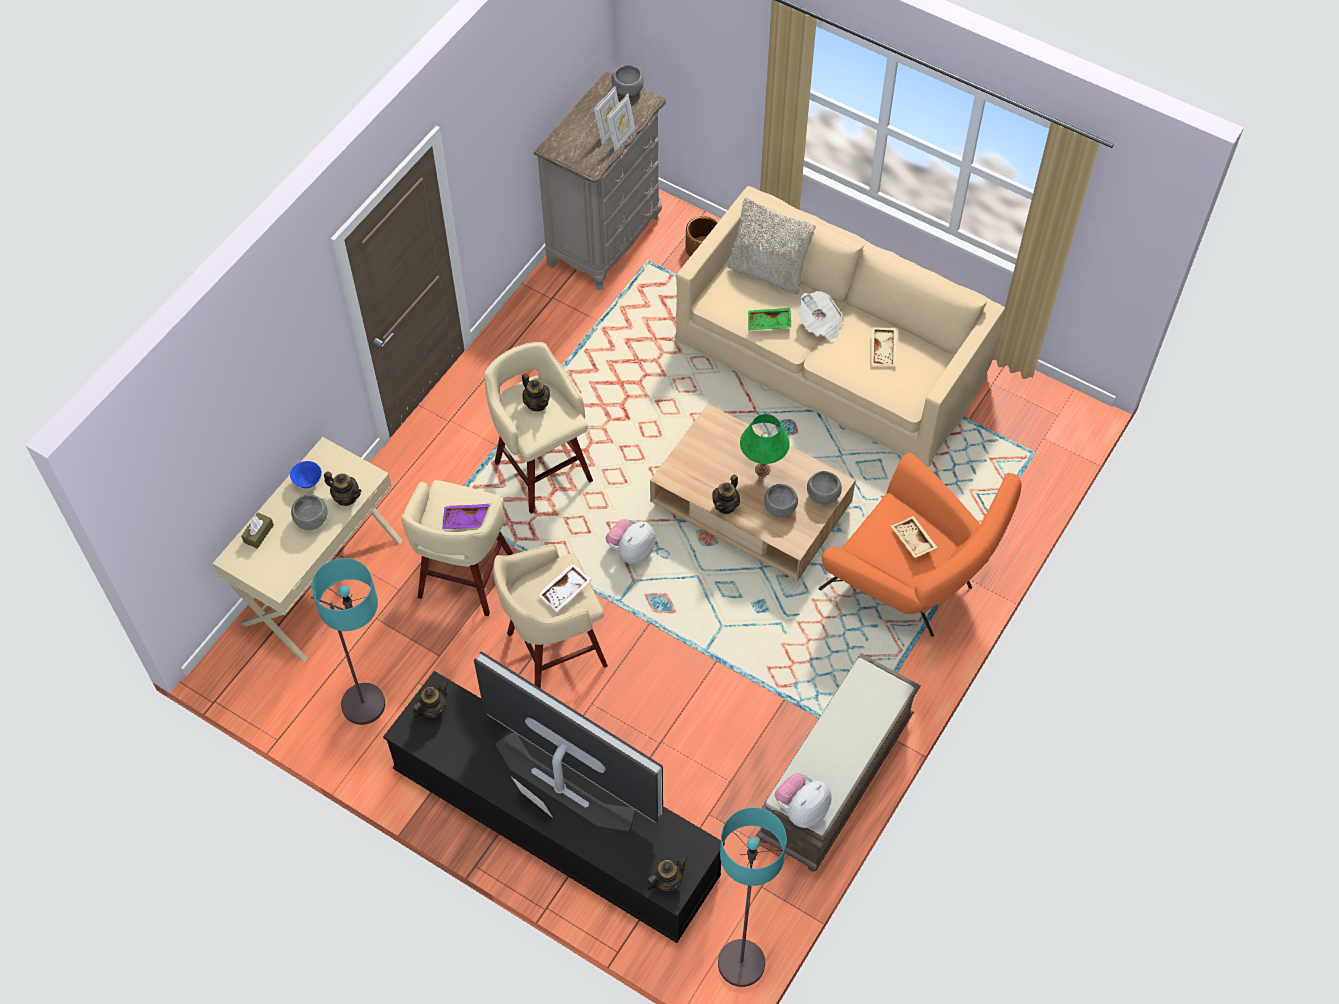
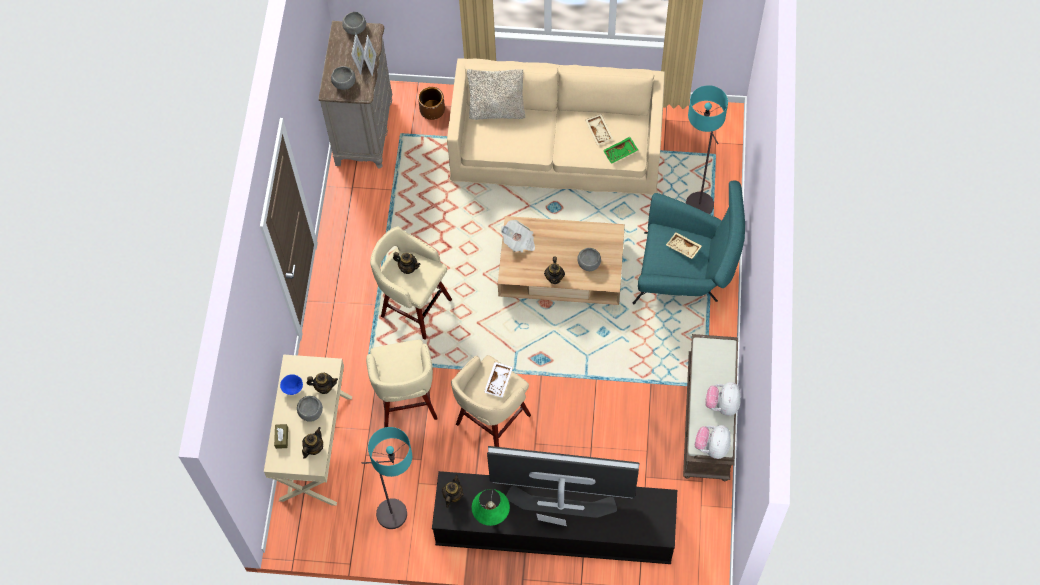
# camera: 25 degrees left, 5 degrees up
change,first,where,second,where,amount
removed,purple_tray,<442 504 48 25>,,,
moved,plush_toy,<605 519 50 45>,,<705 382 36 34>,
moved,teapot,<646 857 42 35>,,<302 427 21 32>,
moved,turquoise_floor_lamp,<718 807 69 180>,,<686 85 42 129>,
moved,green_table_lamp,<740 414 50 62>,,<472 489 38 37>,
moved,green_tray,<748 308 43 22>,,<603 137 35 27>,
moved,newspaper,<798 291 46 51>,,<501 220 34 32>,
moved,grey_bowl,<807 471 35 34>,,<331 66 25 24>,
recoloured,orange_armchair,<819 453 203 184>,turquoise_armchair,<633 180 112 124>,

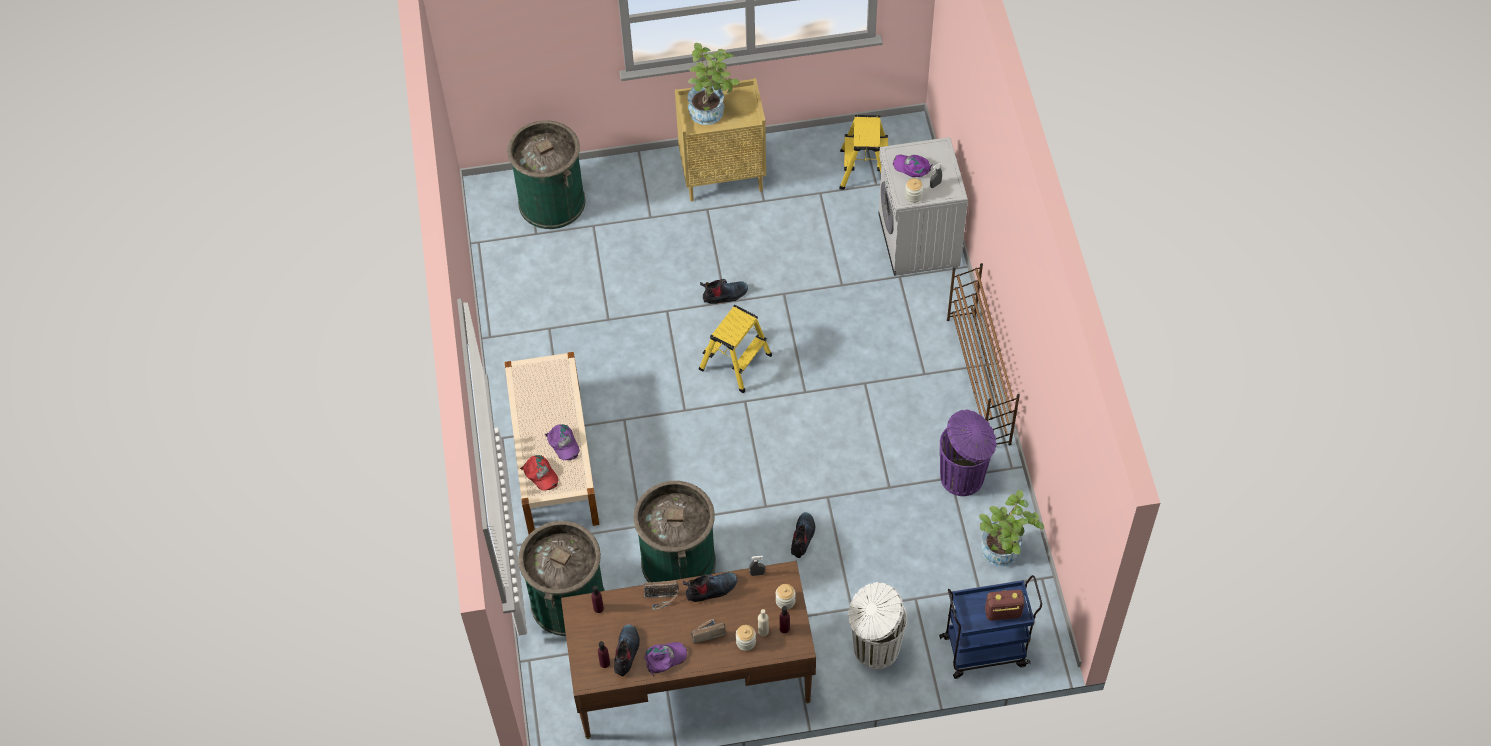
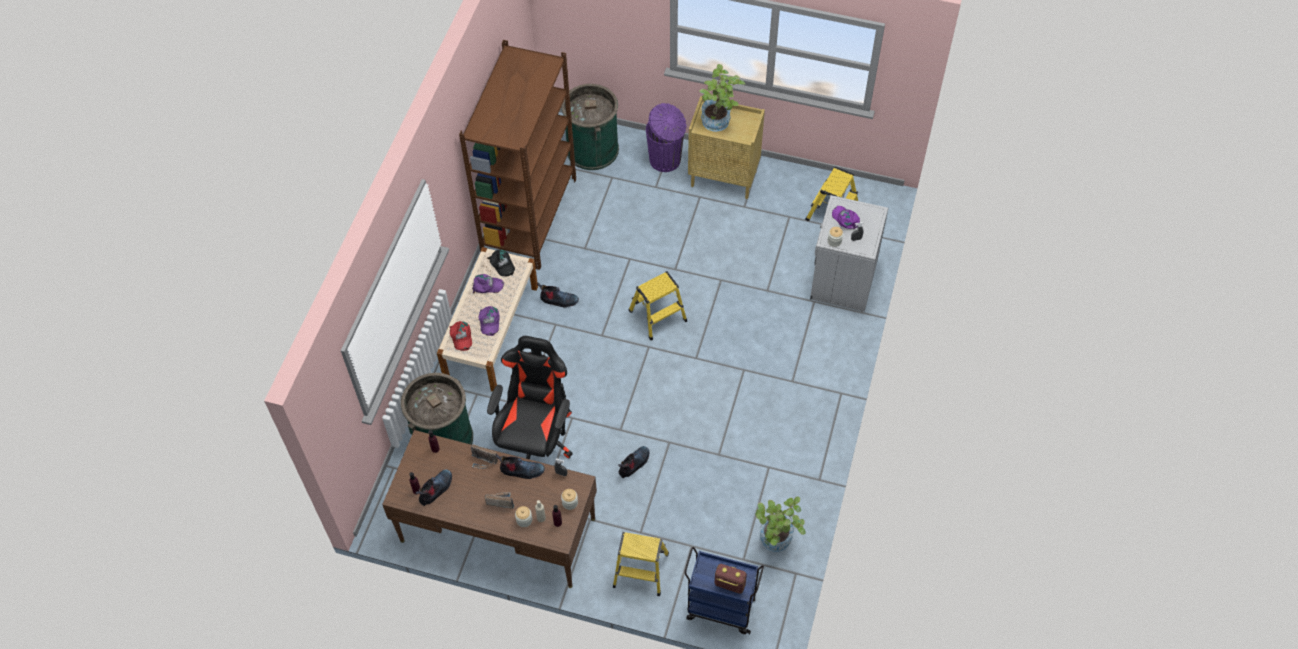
# camera: 25 degrees right, 0 degrees up
change,first,where,second,where,amount
replaced,green_trash_can,<633 481 83 101>,black_office_chair,<487 336 86 124>,
moved,purple_cap,<644 642 43 34>,,<472 274 32 19>,
moved,boot,<700 279 48 25>,,<537 283 42 24>,
replaced,white_trash_can,<848 582 59 87>,yellow_step_ladder,<613 532 56 64>,
moved,purple_trash_can,<940 409 57 87>,,<646 103 40 69>,
removed,brown_shoe_rack,<947 263 73 182>,,,
added,,,brown_bookcase,<459 40 117 230>,
added,,,black_cap,<488 250 27 26>,

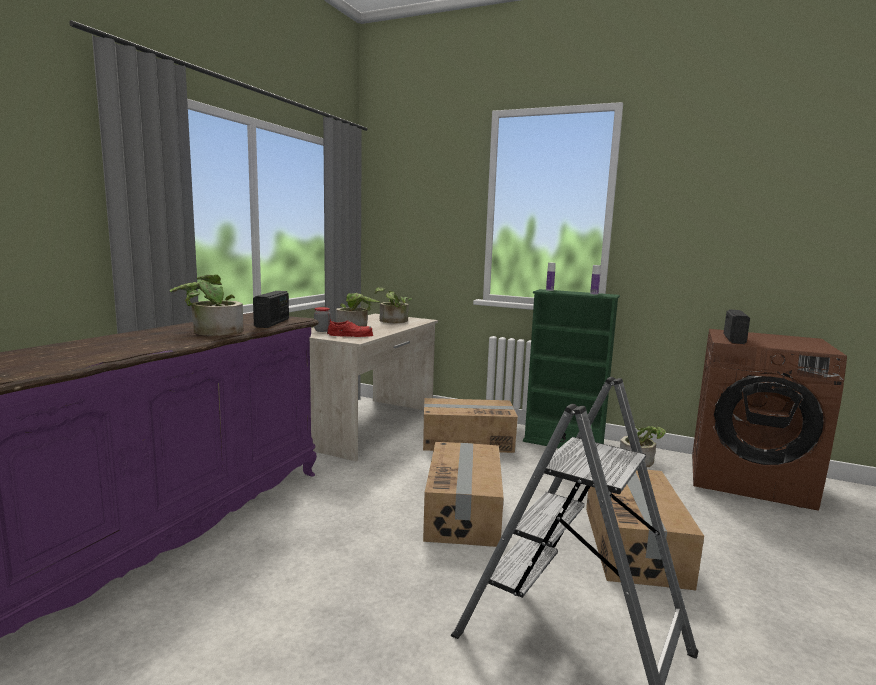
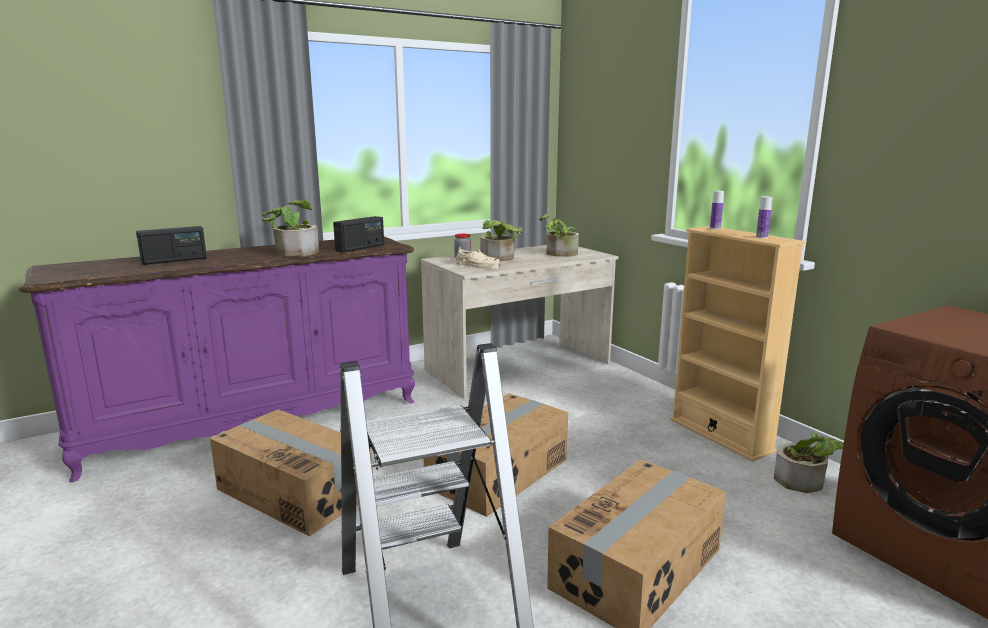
# camera: 35 degrees right, 5 degrees up
change,first,where,second,where,amount
recoloured,red_shoe,<327 319 46 18>,beige_shoe,<456 247 44 22>,
moved,cardboard_box,<423 398 95 55>,,<210 410 163 126>,
recoloured,green_bookcase,<523 289 97 159>,beige_bookcase,<670 226 135 236>,
moved,radio,<723 309 27 35>,,<136 226 71 39>,

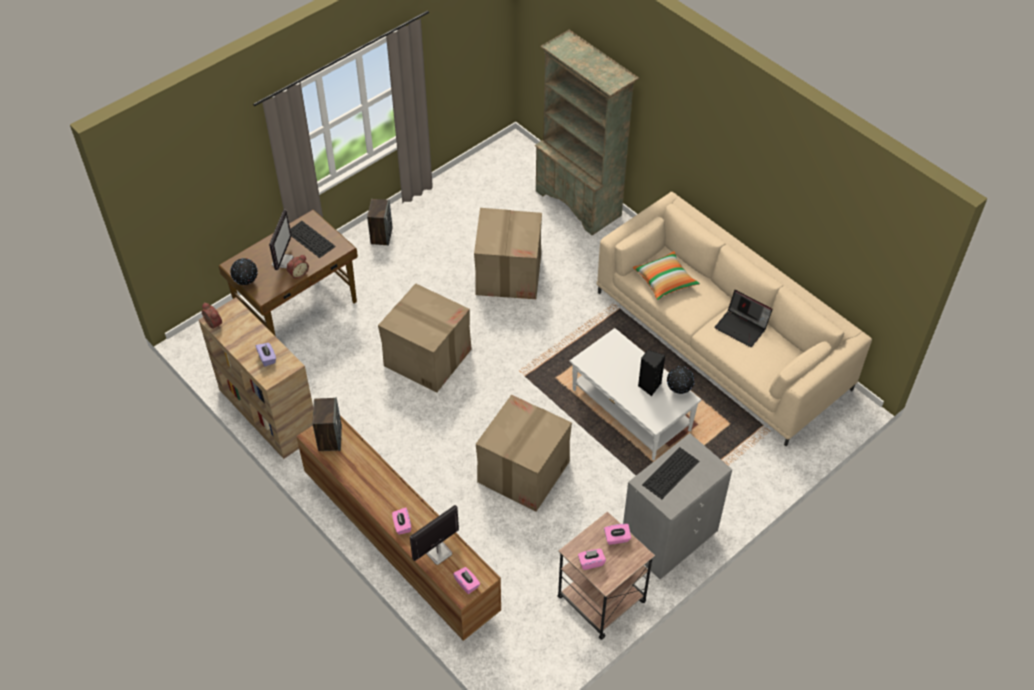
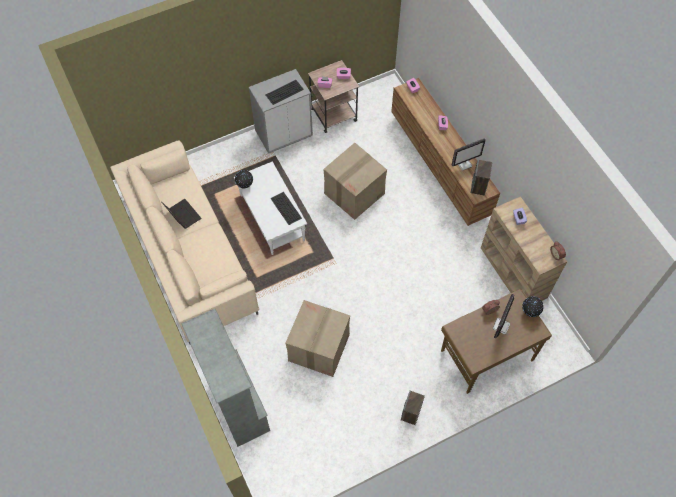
# camera: 165 degrees left, 10 degrees up
change,first,where,second,where,amount
moved,keyboard,<290 221 46 37>,,<270 192 32 33>,
removed,cardboard_box,<378 283 94 110>,,,
moved,monitor,<410 505 49 60>,,<451 138 35 32>,
recoloured,green_bookcase,<534 30 105 205>,grey_bookcase,<181 309 89 138>,
removed,pillow,<633 251 67 49>,,,
removed,black_speaker,<638 350 27 46>,,,

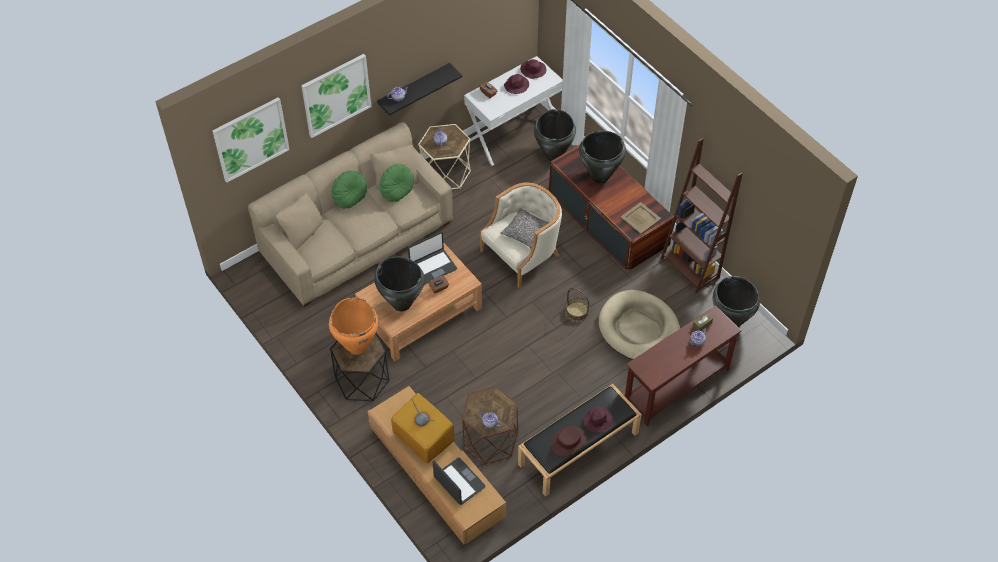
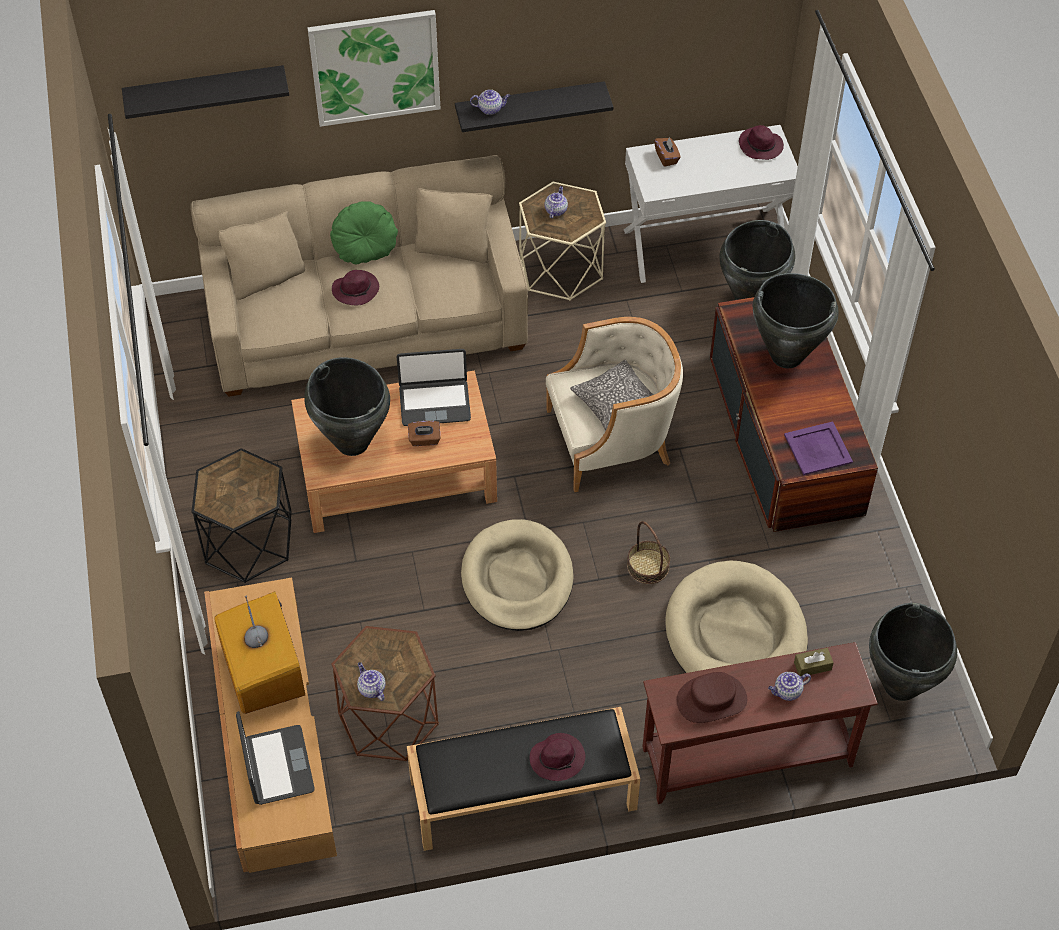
# camera: 25 degrees right, 0 degrees up
change,first,where,second,where,amount
replaced,picture,<212 97 78 86>,black_shelf,<122 65 167 54>,
removed,orange_vase,<329 297 49 58>,,,
removed,green_pillow,<380 164 34 38>,,,
moved,purple_hat,<504 74 25 20>,,<332 270 47 35>,
moved,brown_hat,<551 425 36 32>,,<677 672 70 51>,
recoloured,beige_tray,<620 202 41 32>,purple_tray,<784 421 69 54>,
removed,brown_bookcase,<660 138 83 155>,,,
added,,,beige_dog_bed,<461 519 113 112>,

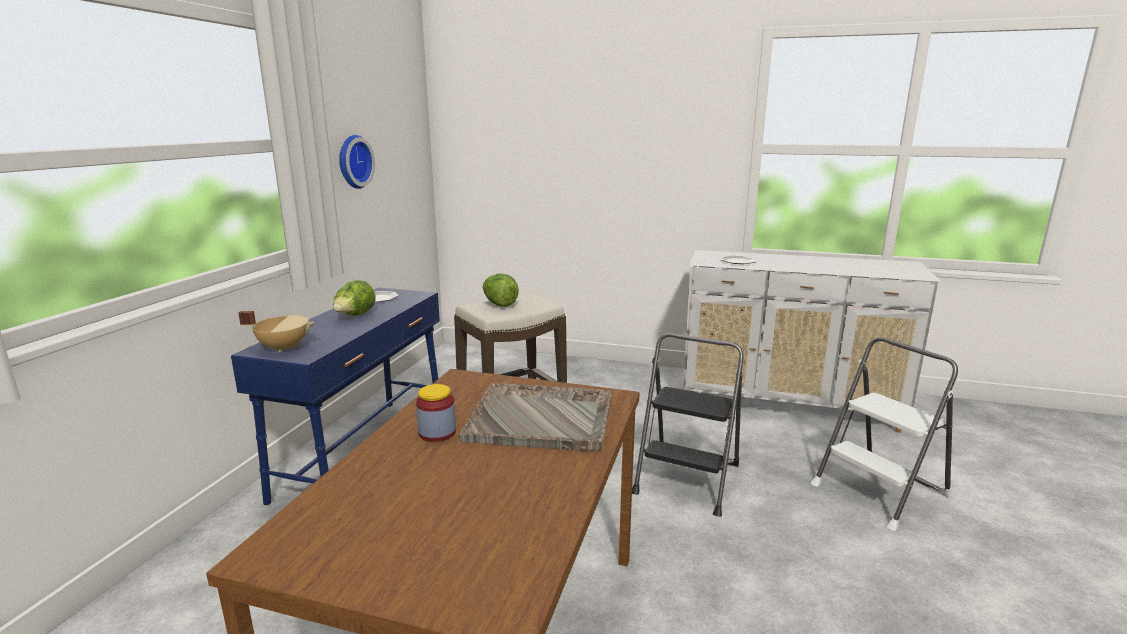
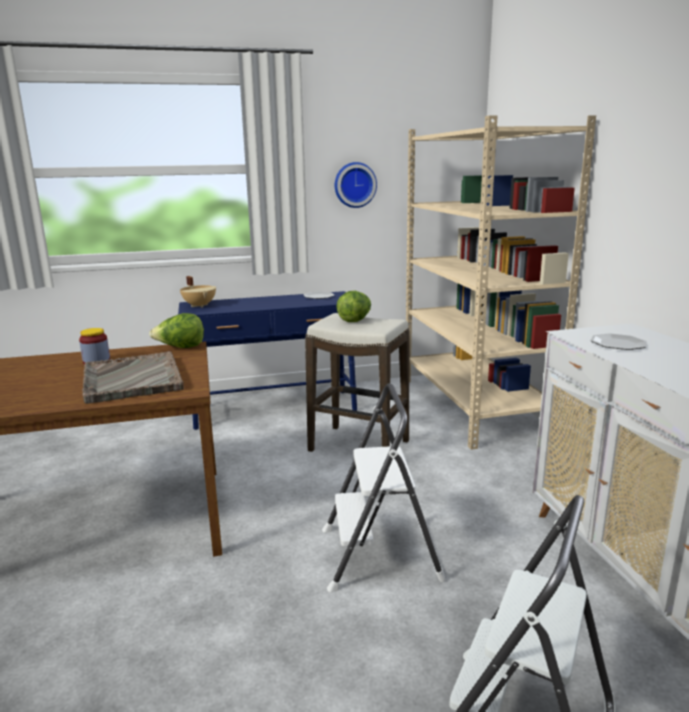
# camera: 60 degrees right, 0 degrees up
change,first,where,second,where,amount
moved,lettuce,<333 280 43 35>,,<149 313 55 35>,
recoloured,black_step_ladder,<632 333 111 184>,white_step_ladder,<322 383 123 209>,
added,,,beige_bookcase,<406 115 190 335>,

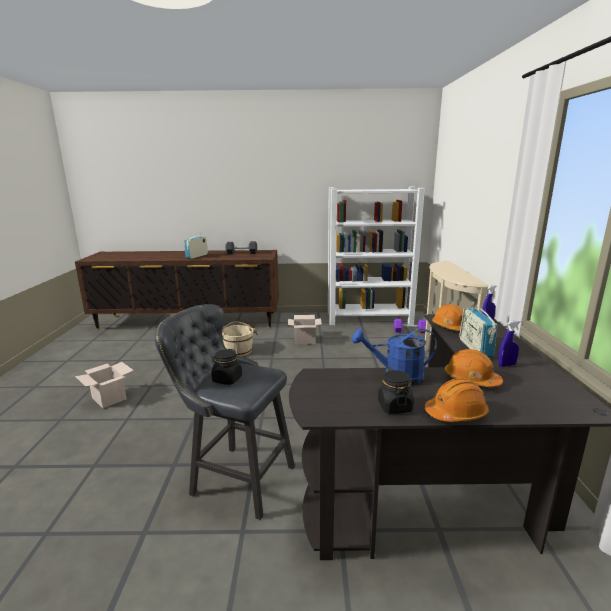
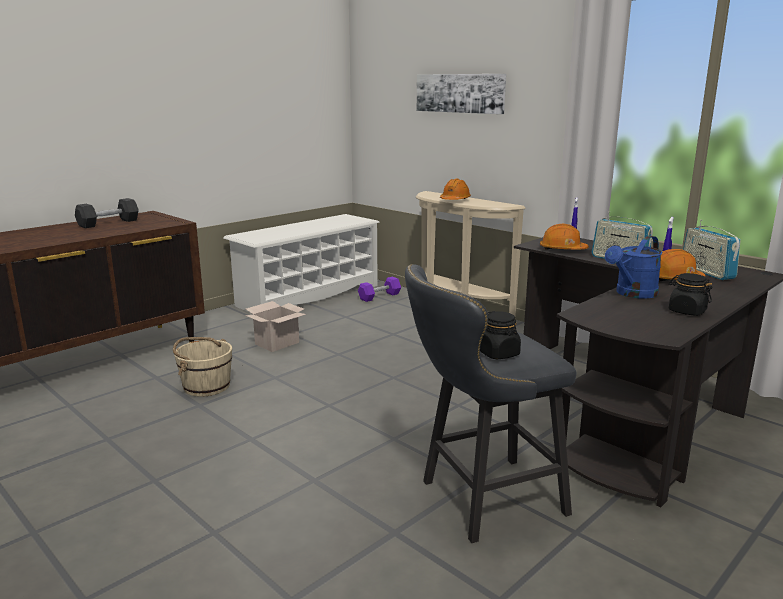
# camera: 45 degrees left, 0 degrees up
change,first,where,second,where,amount
removed,cardboard_box,<75 362 59 46>,,,
moved,radio,<185 234 23 25>,,<683 220 58 60>,
replaced,white_bookcase,<328 186 97 140>,white_shoe_rack,<223 214 157 98>,
moved,orange_hard_hat,<425 378 64 44>,,<440 178 31 22>,
added,,,picture,<417 74 89 40>,

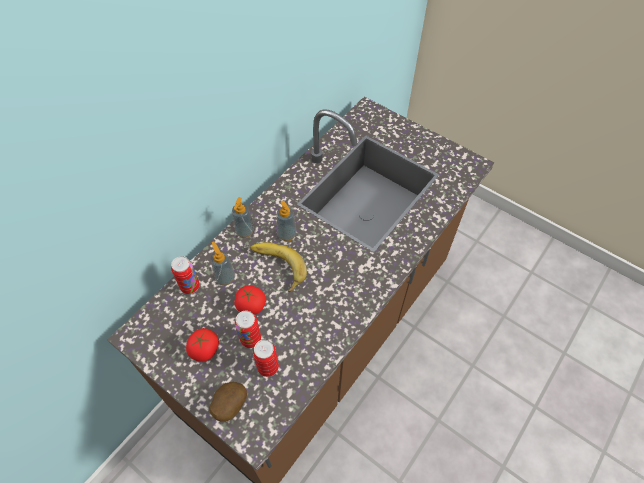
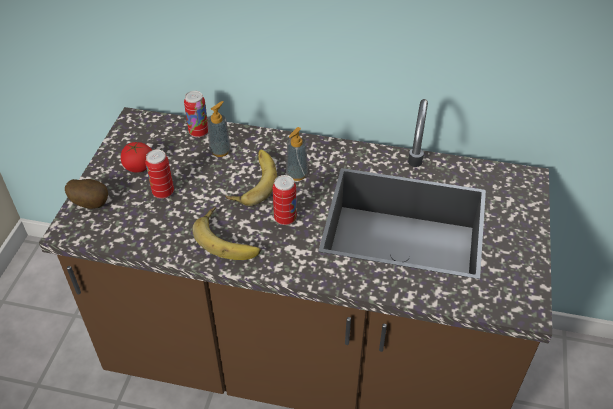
# camera: 65 degrees right, 10 degrees down
change,first,where,second,where,amount
removed,soap_dispenser,<232 197 22 41>,,,
removed,tomato,<234 285 32 30>,,,
moved,can,<253 340 26 37>,,<273 175 24 50>,
added,,,banana,<192 207 69 53>,

